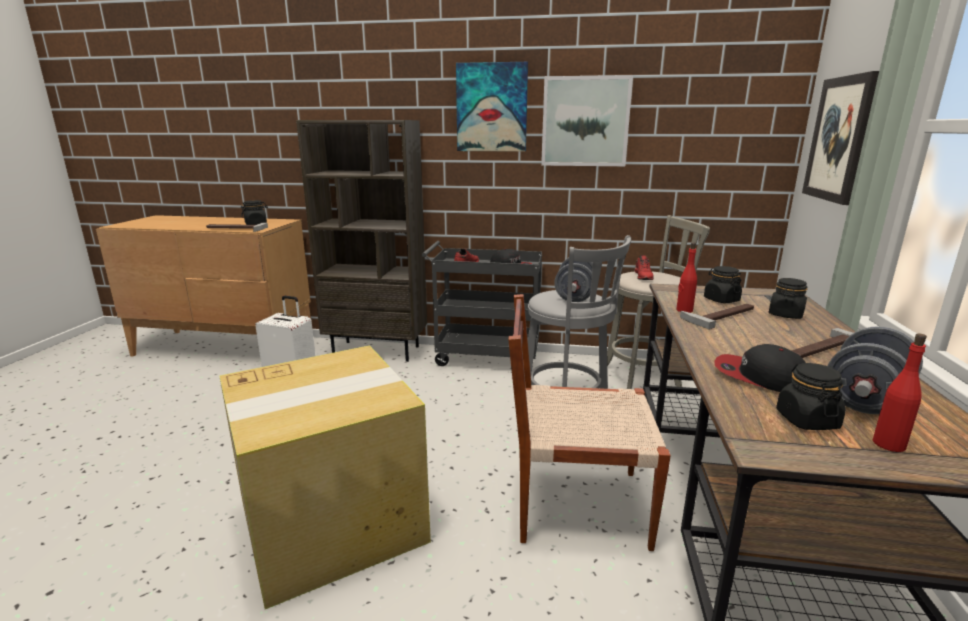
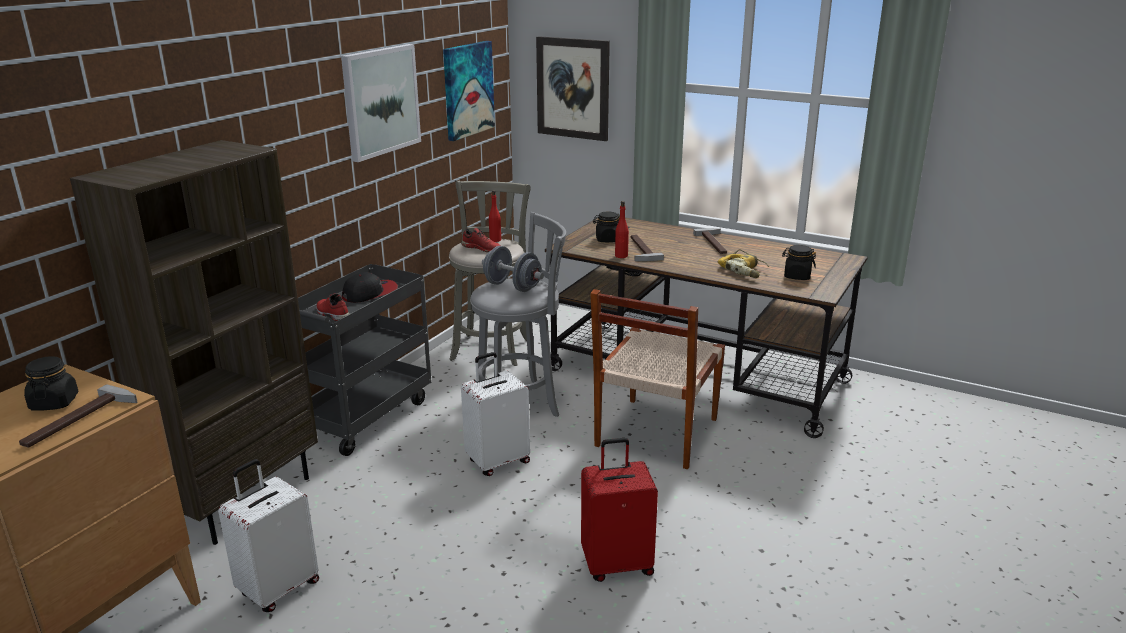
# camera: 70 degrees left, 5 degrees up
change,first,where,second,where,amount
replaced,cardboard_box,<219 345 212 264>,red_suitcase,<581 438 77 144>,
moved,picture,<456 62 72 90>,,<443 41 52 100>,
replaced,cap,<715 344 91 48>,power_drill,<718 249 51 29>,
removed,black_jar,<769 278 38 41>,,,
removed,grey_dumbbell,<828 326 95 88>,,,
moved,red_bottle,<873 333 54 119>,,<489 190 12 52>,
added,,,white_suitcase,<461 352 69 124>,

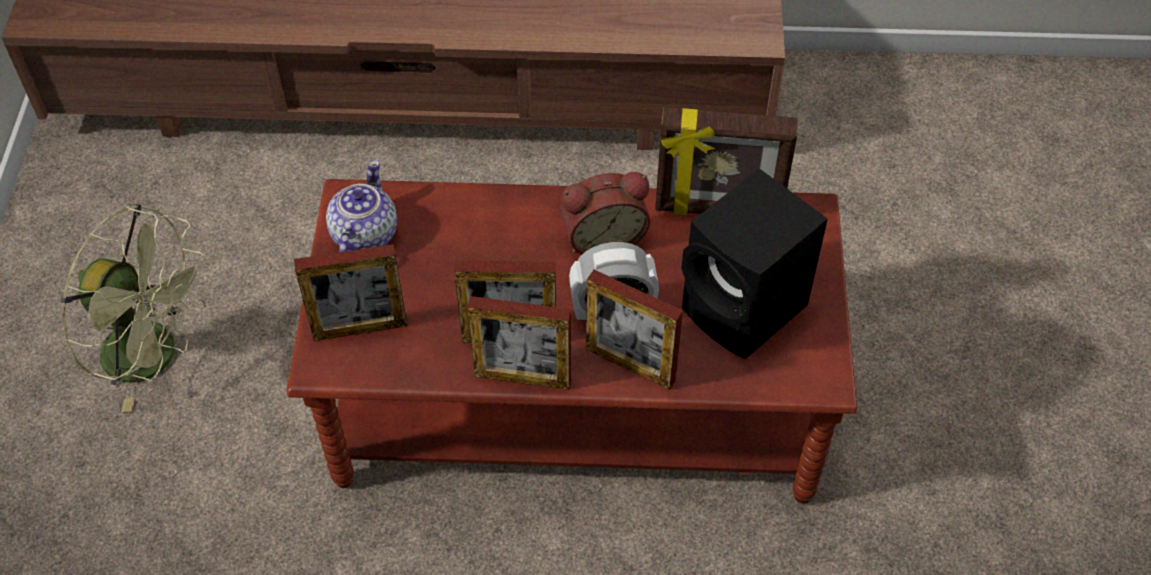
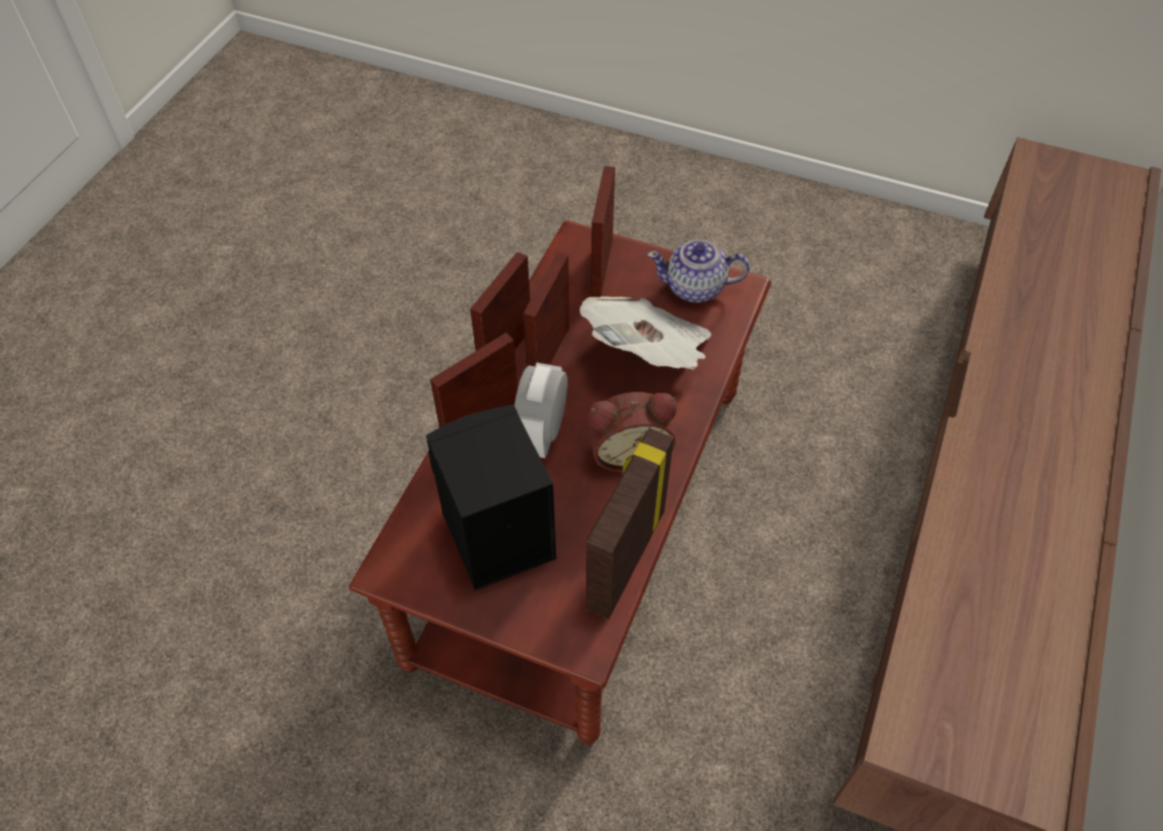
# camera: 110 degrees right, 0 degrees up
change,first,where,second,where,amount
removed,green_fan,<61 204 147 208>,,,
turned,teapot,<326 160 72 92>,,<647 239 103 64>,150 degrees clockwise
turned,alarm_clock,<560 172 90 83>,,<587 392 90 80>,105 degrees counterclockwise
added,,,newspaper,<580 296 131 73>,

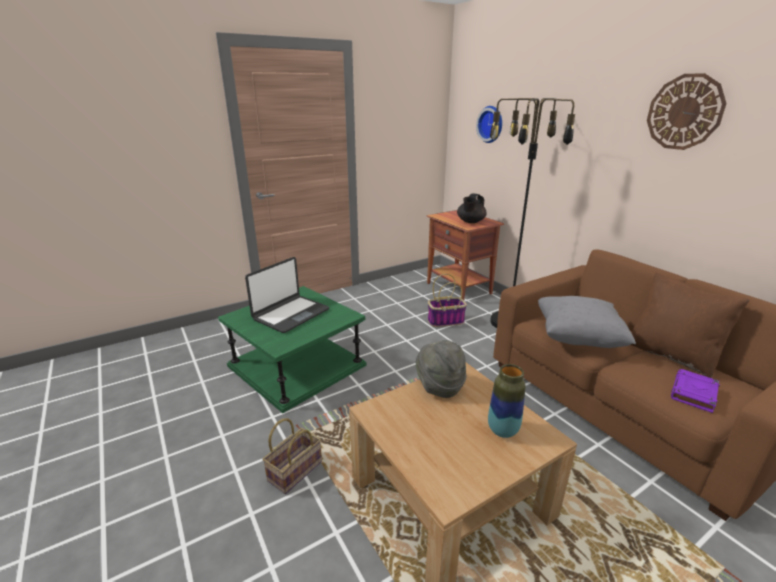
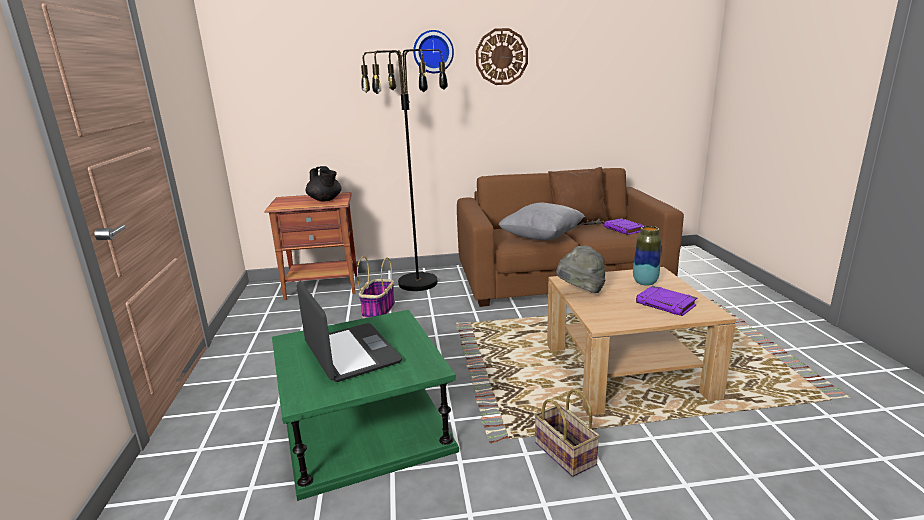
# camera: 65 degrees left, 5 degrees down
change,first,where,second,where,amount
moved,wall_clock,<476 106 26 37>,,<413 30 41 43>,
added,,,purple_book,<636 286 61 30>,

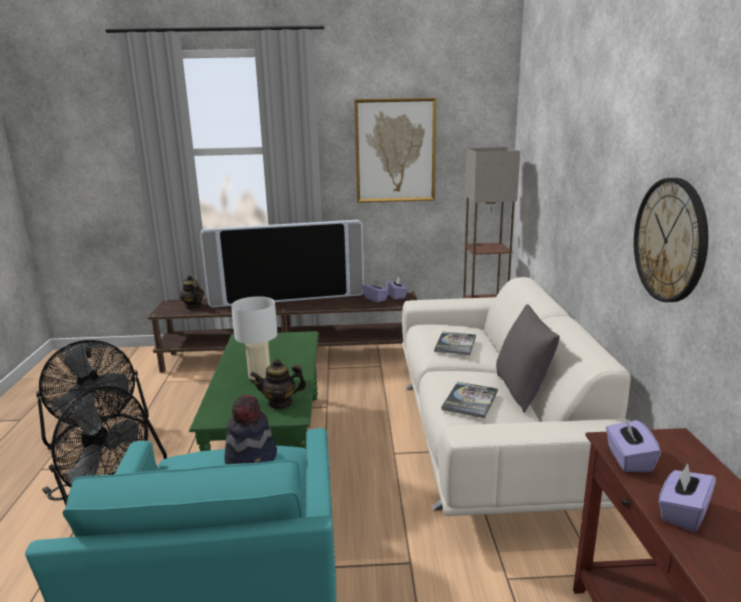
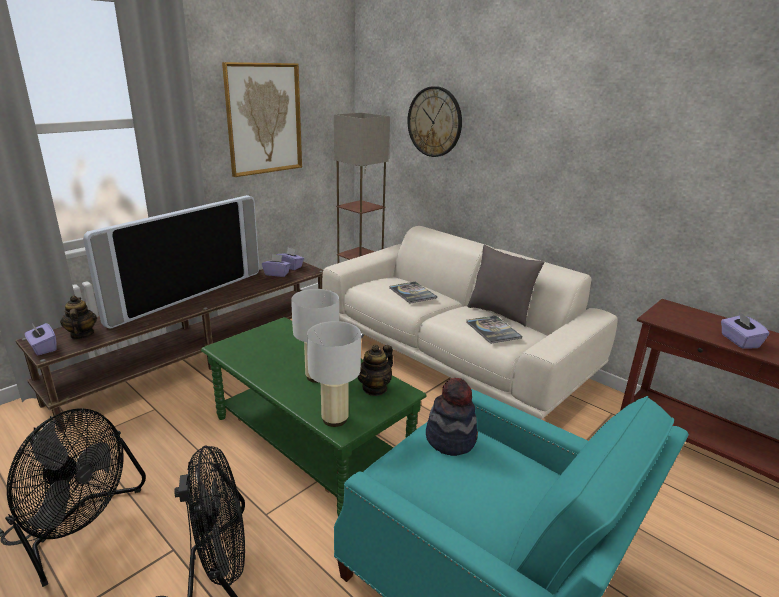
# camera: 45 degrees left, 5 degrees up
change,first,where,second,where,amount
turned,teapot,<180 275 24 34>,,<60 295 37 44>,60 degrees clockwise
moved,purple_tissue_box,<606 418 55 54>,,<25 323 32 32>,
moved,wall_clock,<634 178 74 124>,,<407 86 55 71>,
added,,,white_table_lamp,<307 321 54 106>,

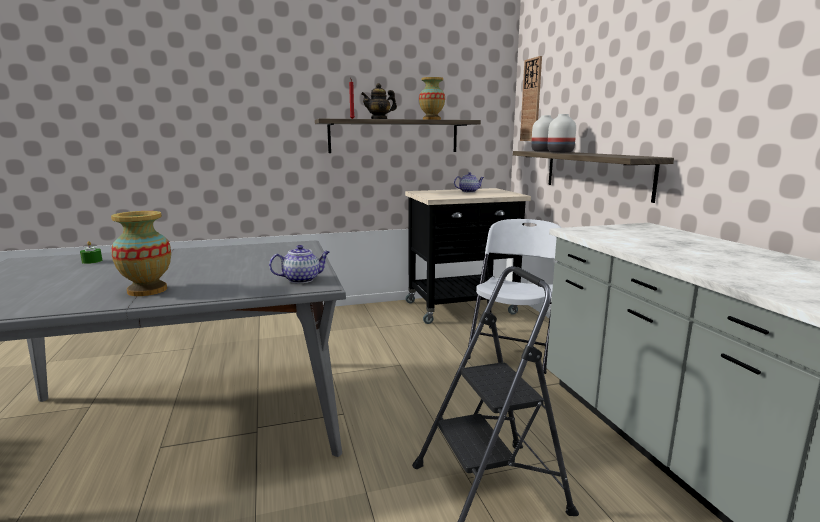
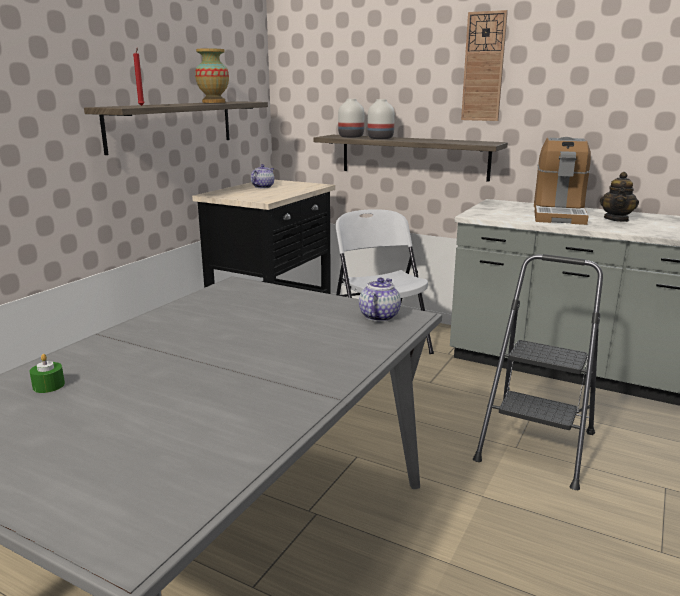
# camera: 45 degrees left, 5 degrees up
change,first,where,second,where,amount
removed,vase,<111 211 60 85>,,,
moved,teapot,<361 83 36 36>,,<600 172 39 50>,
moved,wall_clock,<520 56 22 85>,,<461 10 47 111>,
added,,,coffee_machine,<534 137 57 88>,

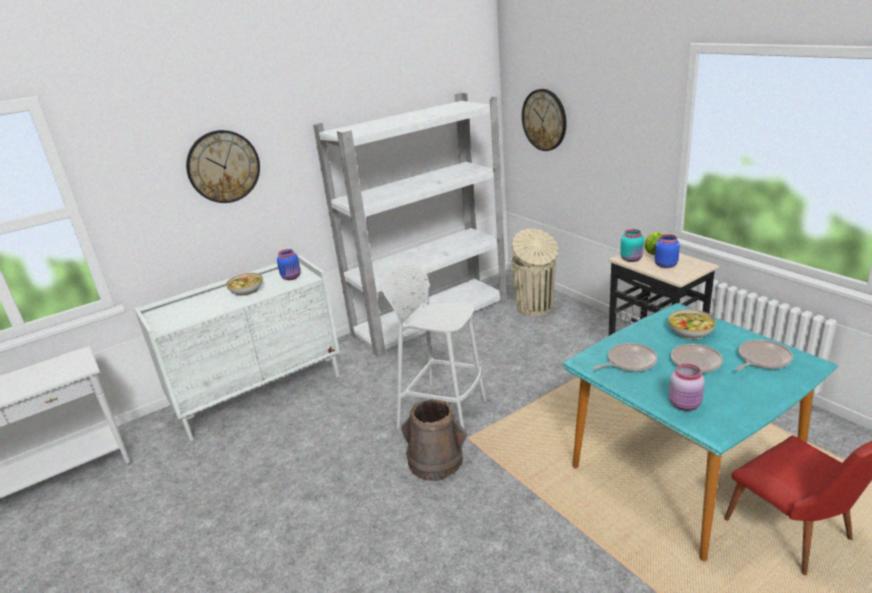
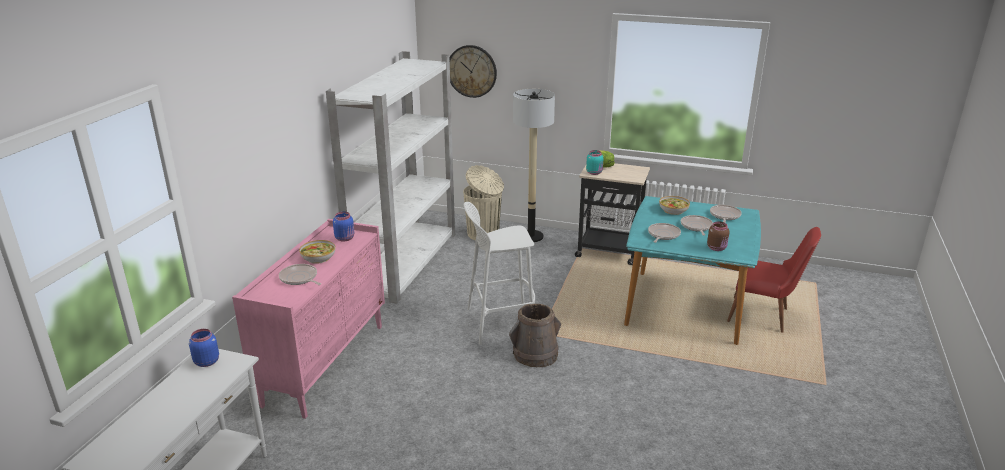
# camera: 40 degrees left, 0 degrees up
change,first,where,second,where,amount
recoloured,white_cabinet,<134 255 206 186>,pink_cabinet,<232 219 153 200>,
removed,wall_clock,<186 130 74 73>,,,
moved,blue_jar,<655 234 25 34>,,<189 329 30 38>,
recoloured,pink_jar,<669 364 36 47>,brown_jar,<707 221 22 30>,
added,,,frying_pan,<279 264 42 21>,
added,,,floor_lamp,<513 89 42 153>,

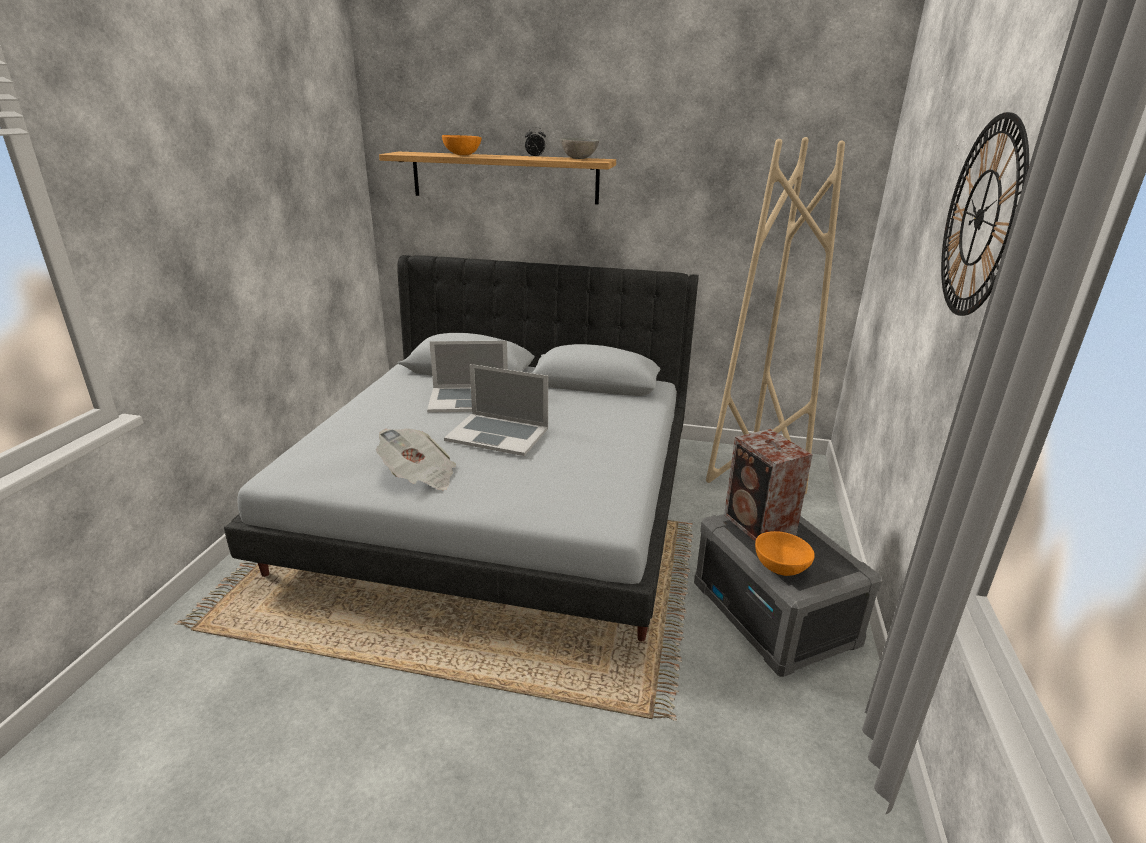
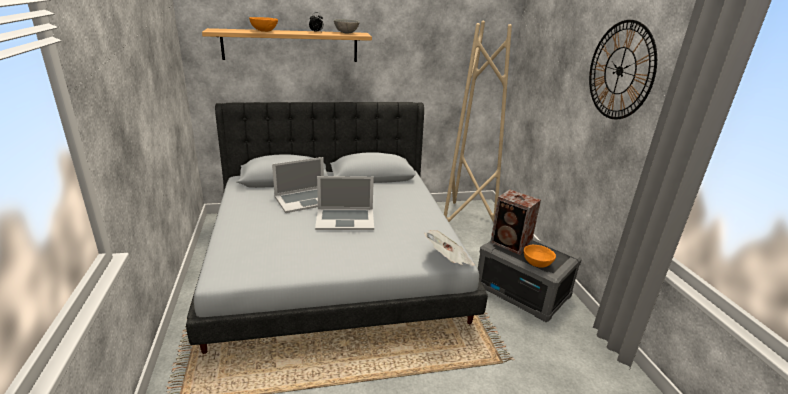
# camera: 25 degrees left, 0 degrees up
change,first,where,second,where,amount
moved,newspaper,<376 428 80 62>,,<424 230 51 35>,

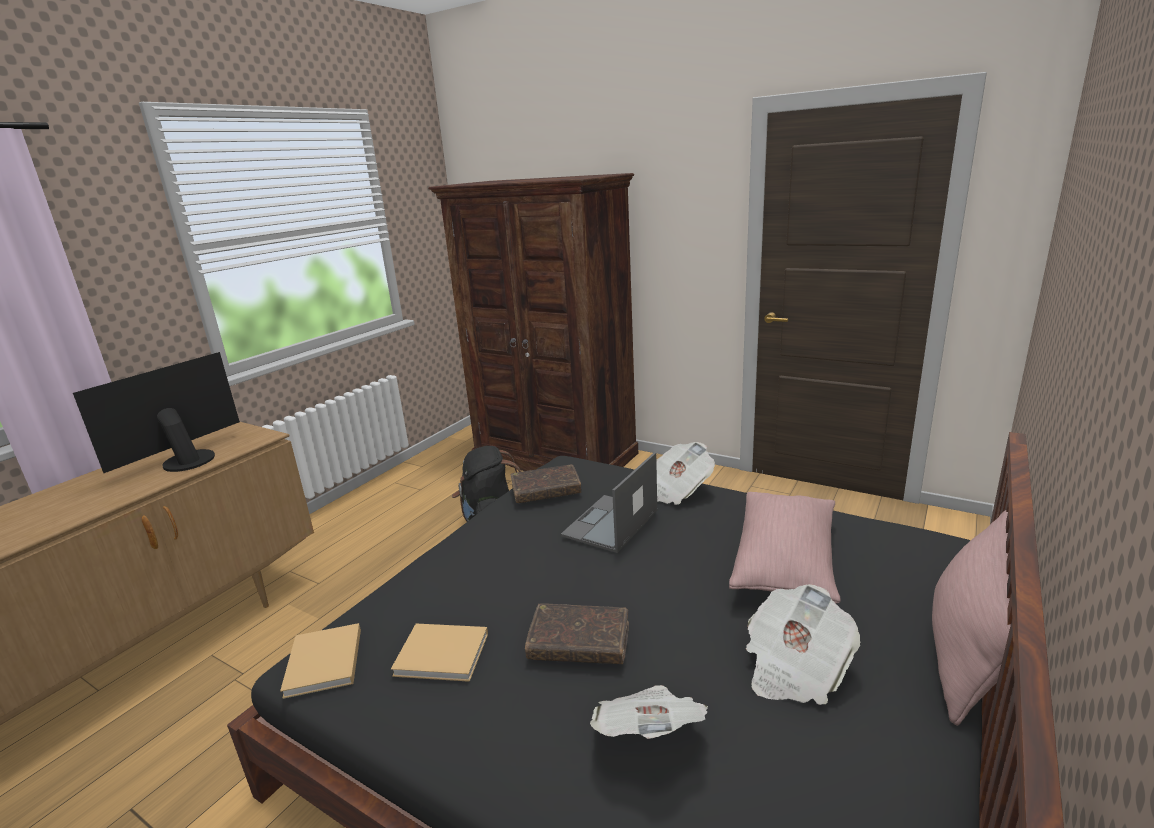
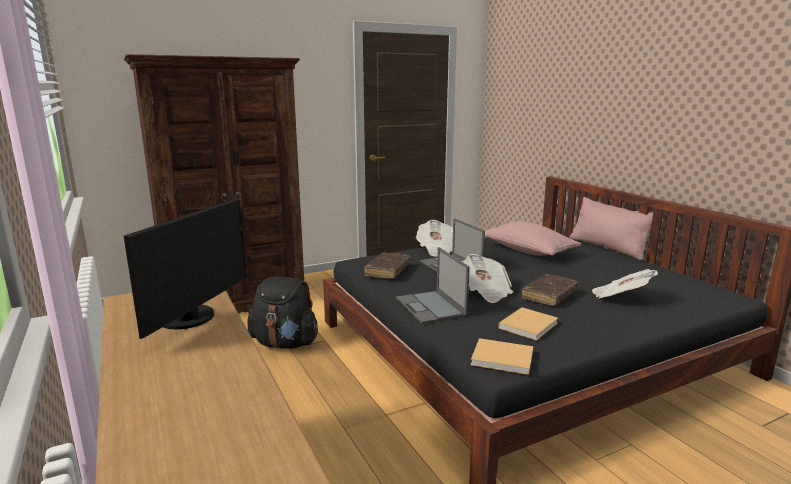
# camera: 60 degrees left, 5 degrees down
change,first,where,second,where,amount
turned,monitor,<73 352 167 121>,,<124 198 123 141>,135 degrees counterclockwise
moved,newspaper,<746 584 115 121>,,<462 254 51 49>,
added,,,laptop,<396 247 74 77>,

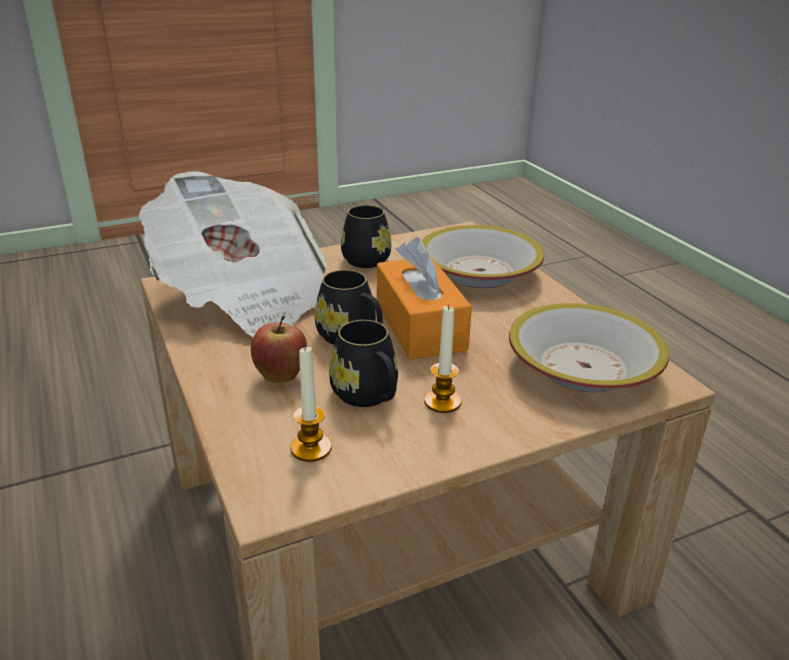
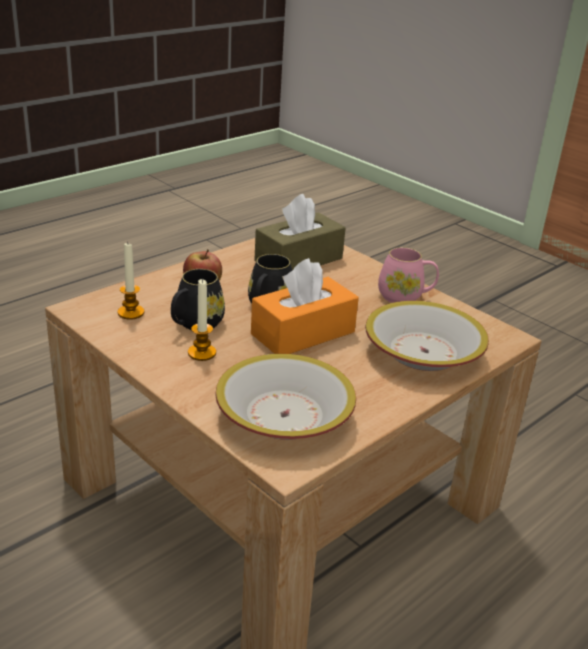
# camera: 70 degrees right, 0 degrees up
change,first,where,second,where,amount
replaced,newspaper,<139 171 188 166>,brown_tissue_box,<254 194 92 76>,
recoloured,black_mug,<341 205 50 63>,pink_mug,<378 247 61 56>,

